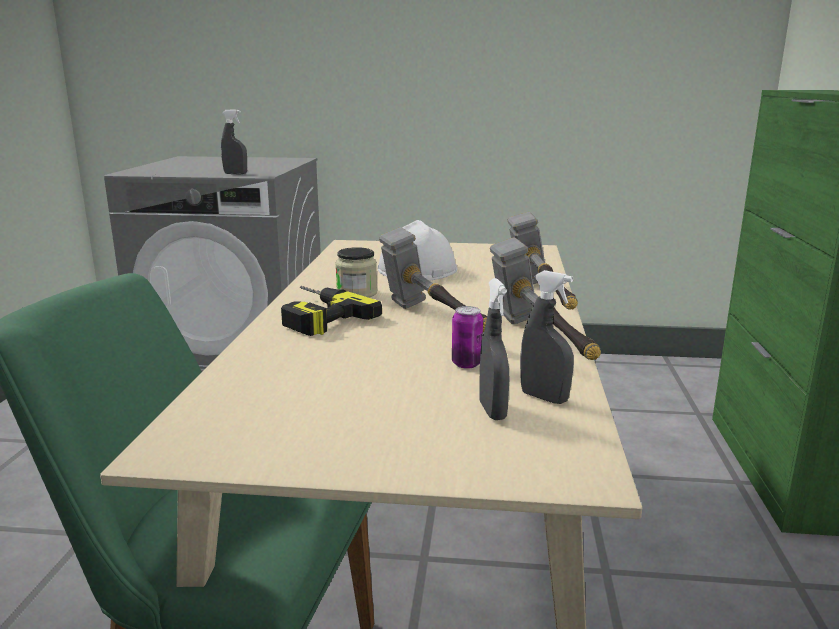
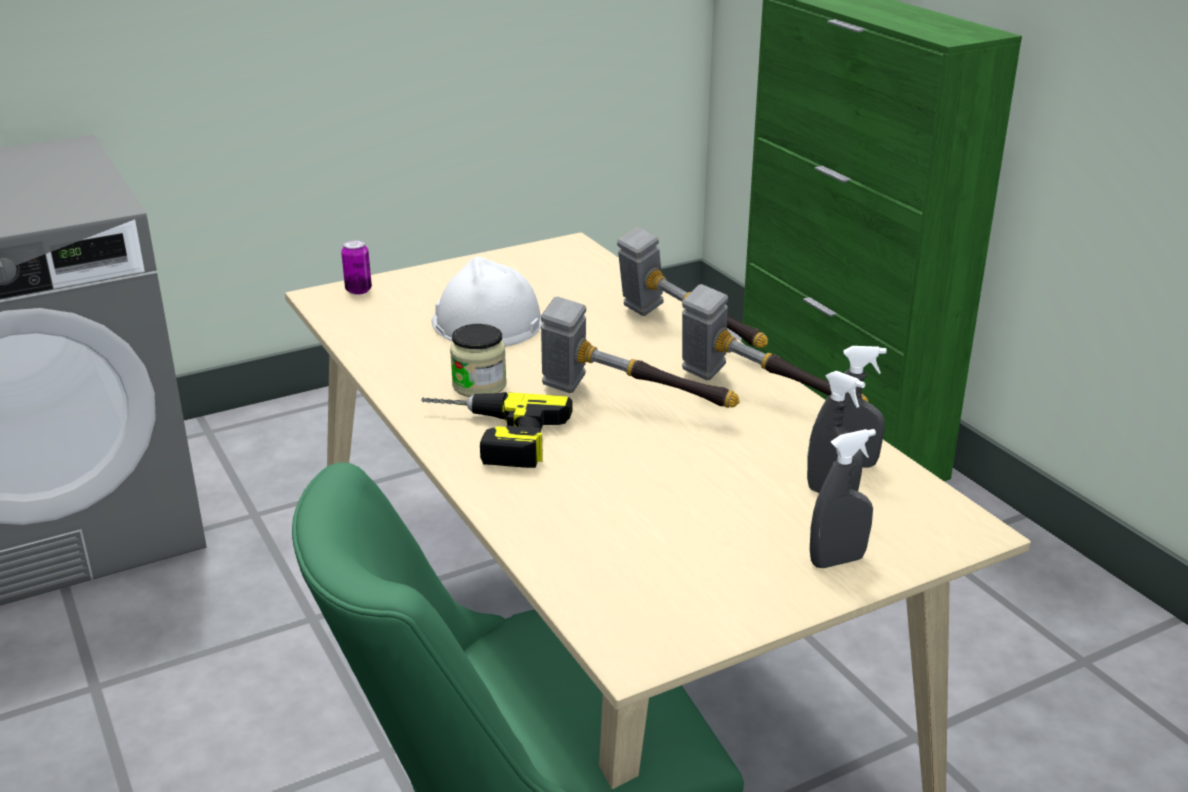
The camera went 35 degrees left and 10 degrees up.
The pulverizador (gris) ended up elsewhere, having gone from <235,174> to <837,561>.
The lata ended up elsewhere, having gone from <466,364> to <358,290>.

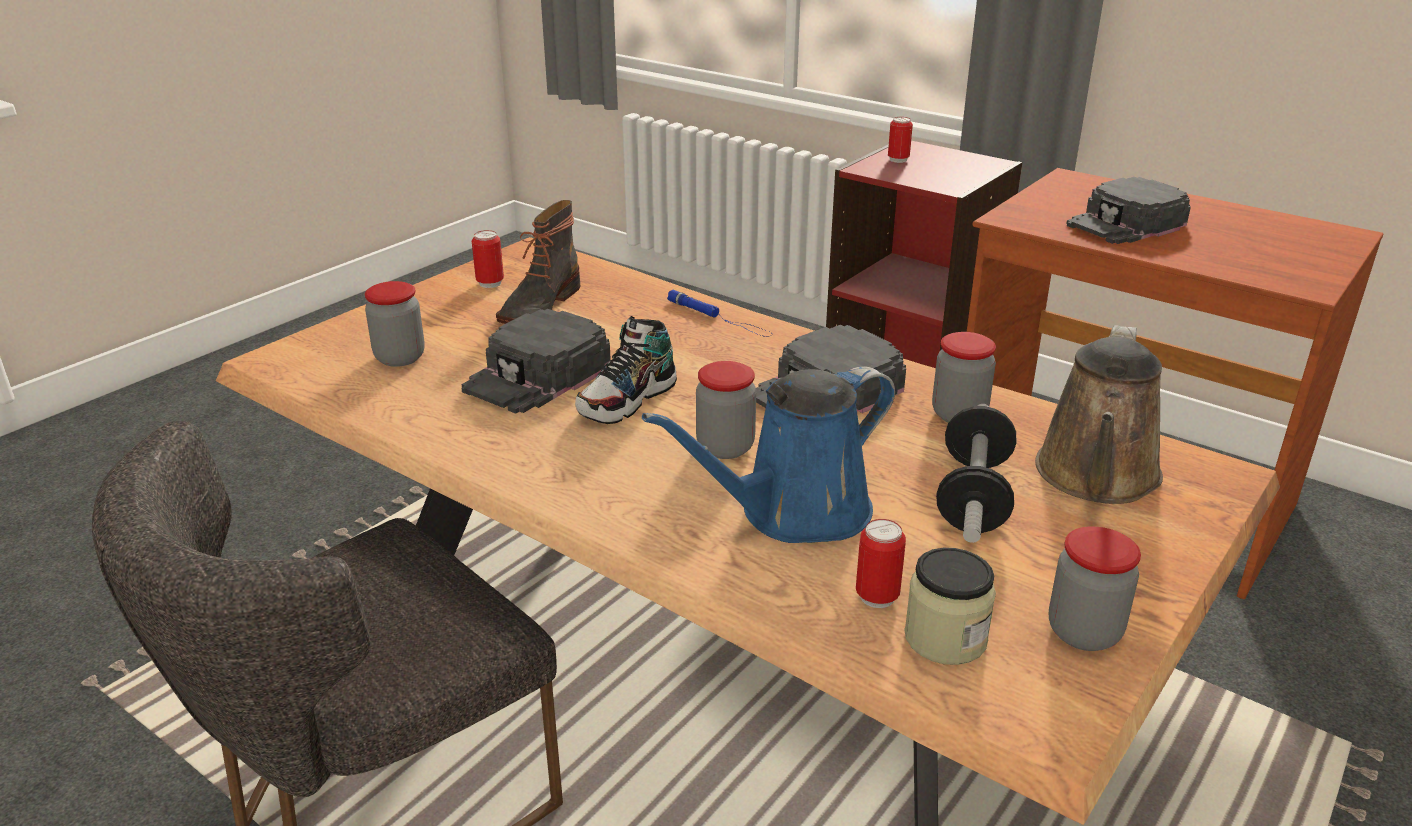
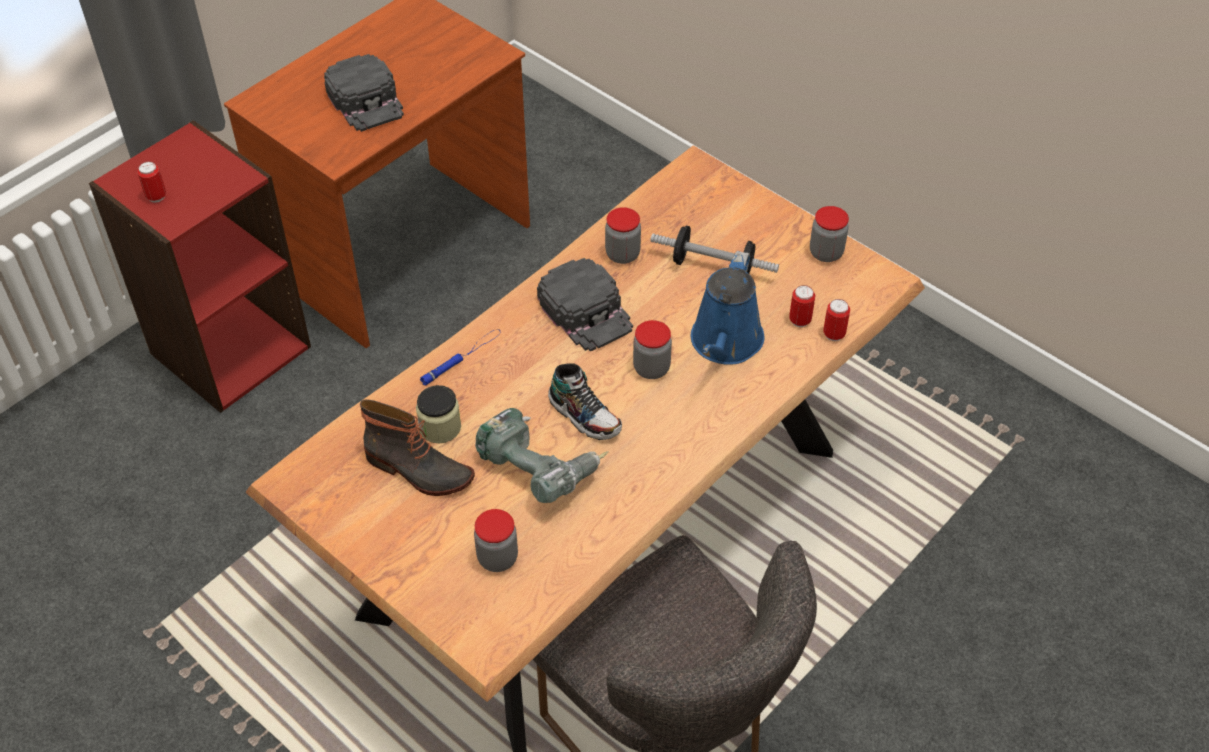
The camera went 85 degrees left and 20 degrees up.
The lata ended up elsewhere, having gone from <490,283> to <834,334>.
Where the gorra (negro) stood at <537,375>, the taladro came to stand at <540,467>.
The second view lost the regadera (marrón) at <1096,477>.
The regadera (azul) at <794,513> ended up facing another way, 45 degrees clockwise from before.
The tarro ended up elsewhere, having gone from <945,638> to <440,427>.

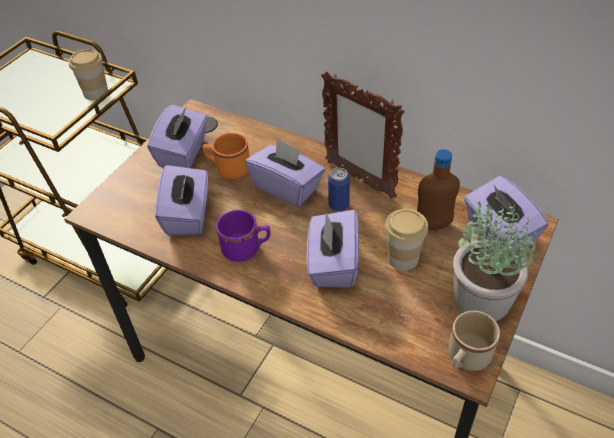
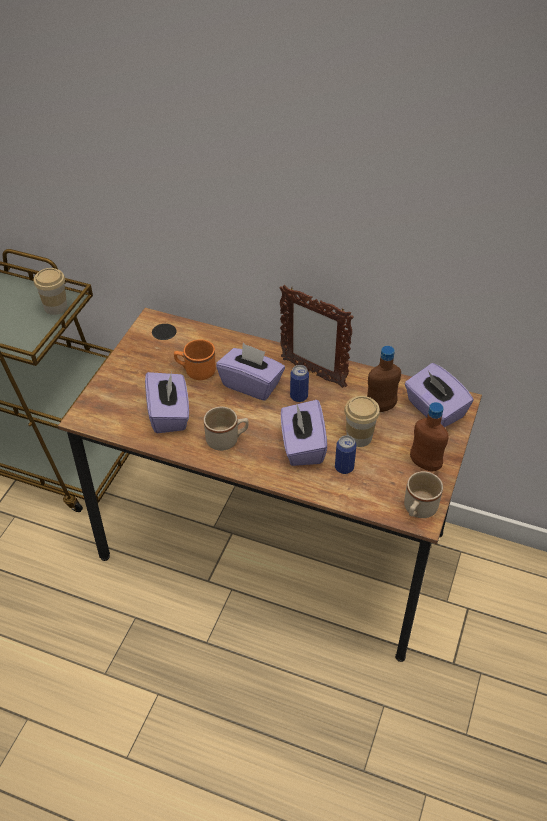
The camera went 10 degrees left and 0 degrees up.
The second view lost the caja de pañuelos (morado) at <183,152>.
Where the planta en maceta stood at <480,299>, the botella (marrón) came to stand at <425,464>.
What was the taza grande (morado) at <246,249> turned into the taza grande (beis) at <227,440>.
The second view gained the lata at <344,467>.

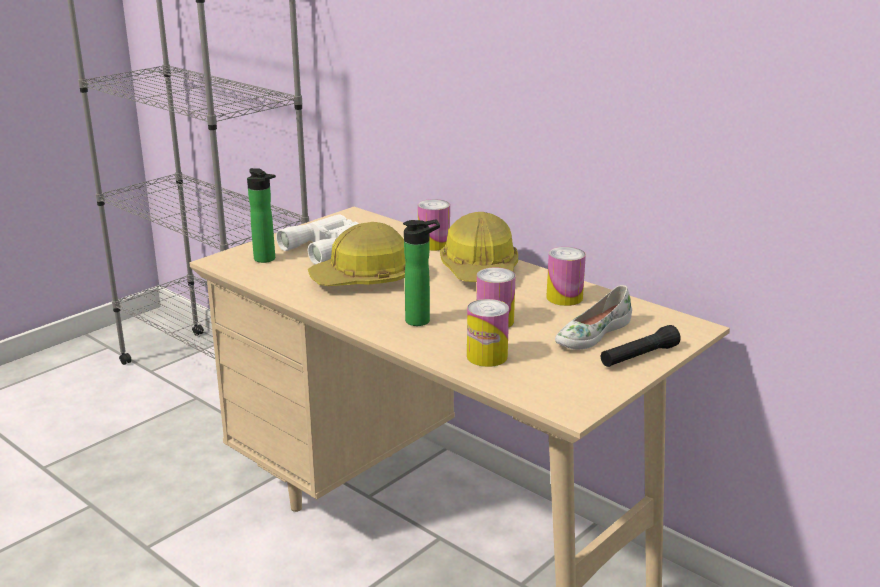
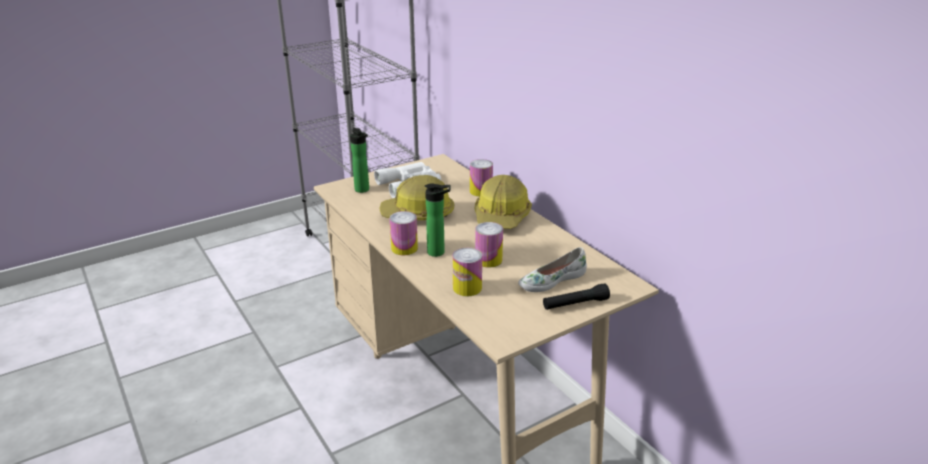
The camera went 15 degrees right and 5 degrees up.
The lata ended up elsewhere, having gone from <564,298> to <404,248>.

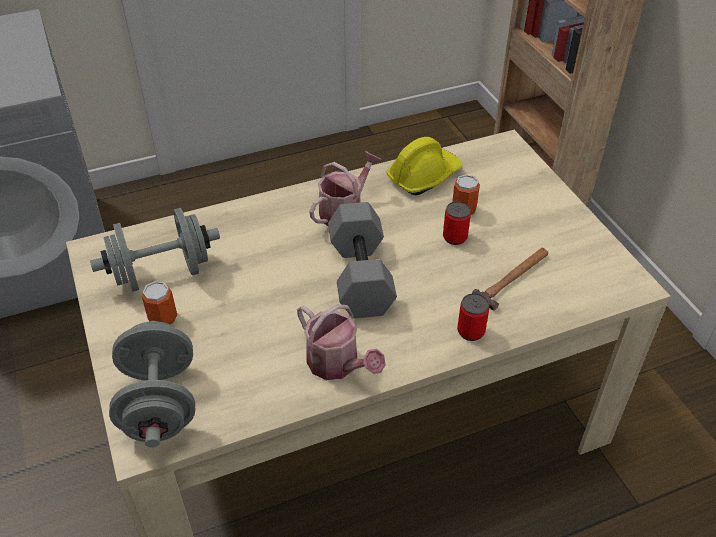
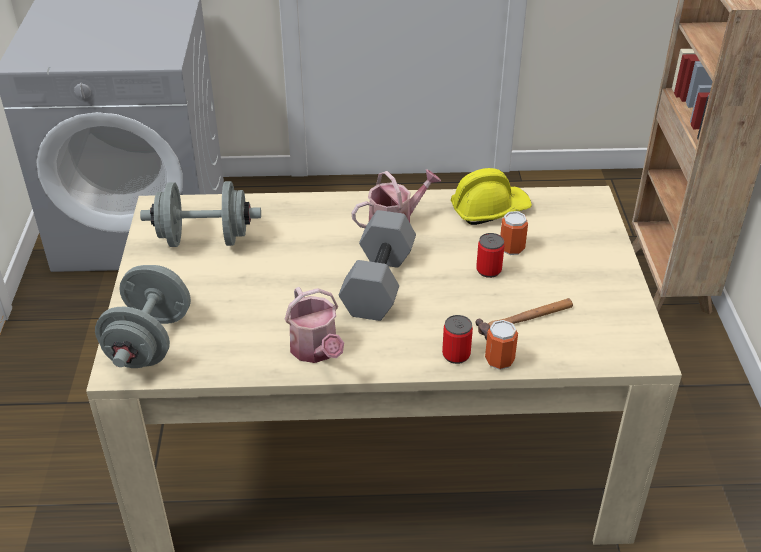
The camera went 20 degrees right and 5 degrees down.
The lata ended up elsewhere, having gone from <163,319> to <499,360>.

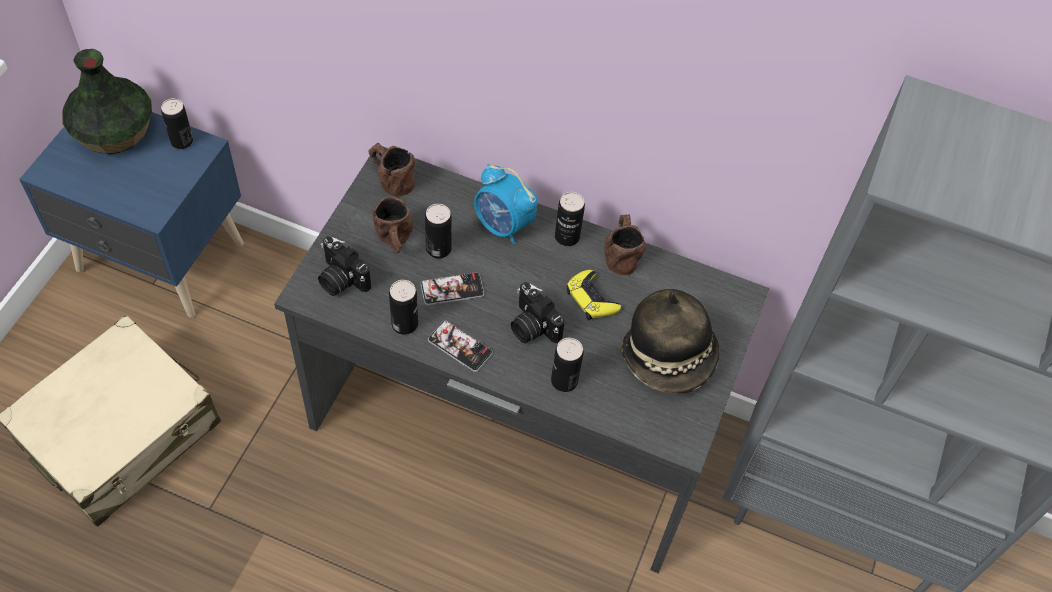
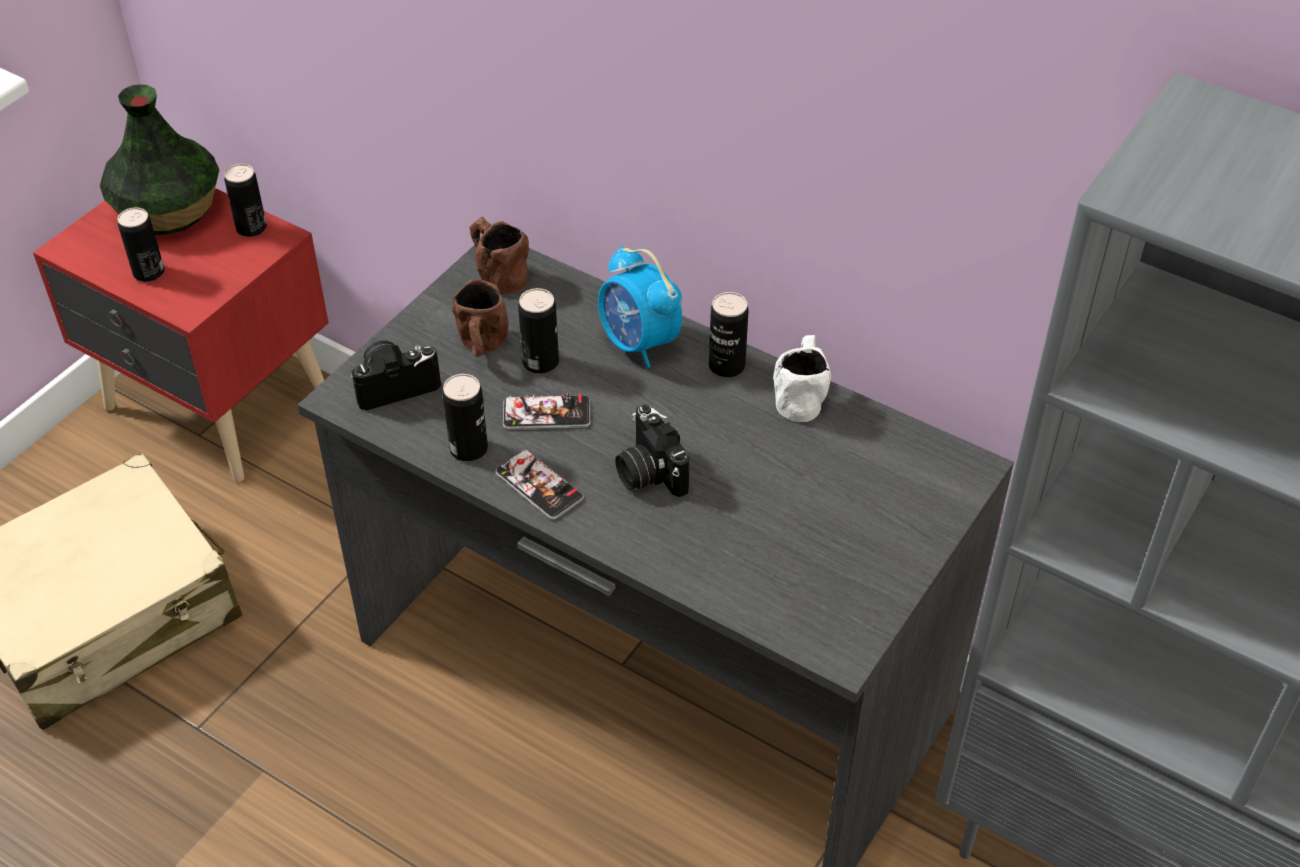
The camera went 15 degrees right and 10 degrees down.
What was the mesita de noche (azul) at <161,260> turned into the mesita de noche (rojo) at <217,408>.
What was the taza grande (marrón) at <620,253> turned into the taza grande (blanco) at <800,394>.
The cámara at <340,279> ended up facing another way, 105 degrees clockwise from before.
The second view lost the mando de consola (amarillo) at <591,299>.
The second view lost the sombrero at <669,357>.
The lata ended up elsewhere, having gone from <564,380> to <149,272>.

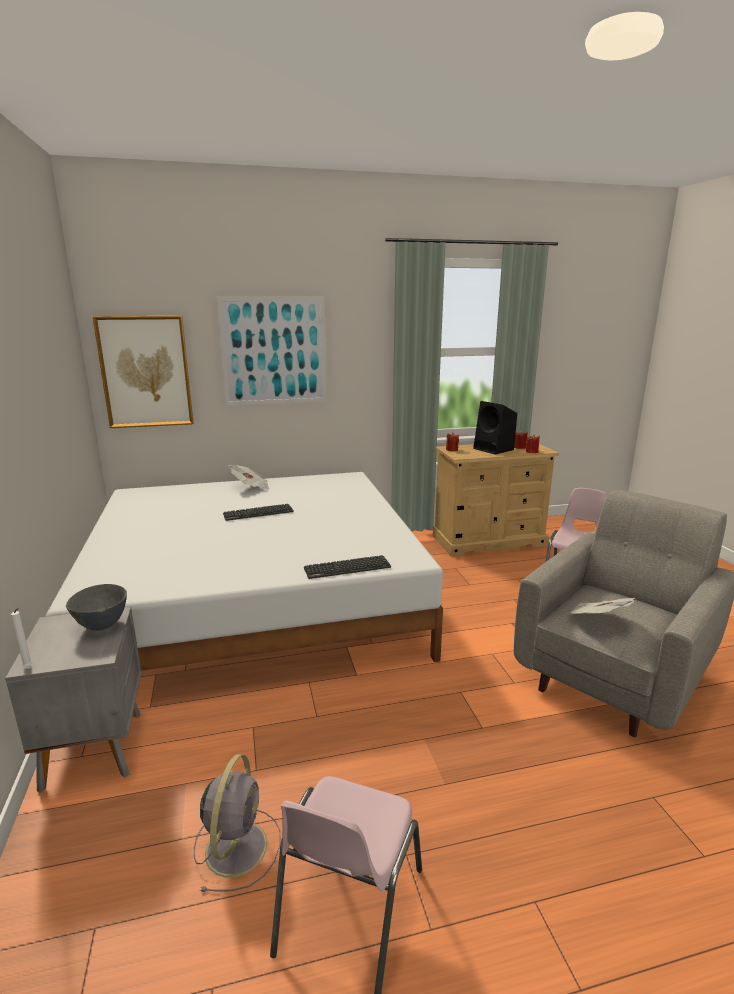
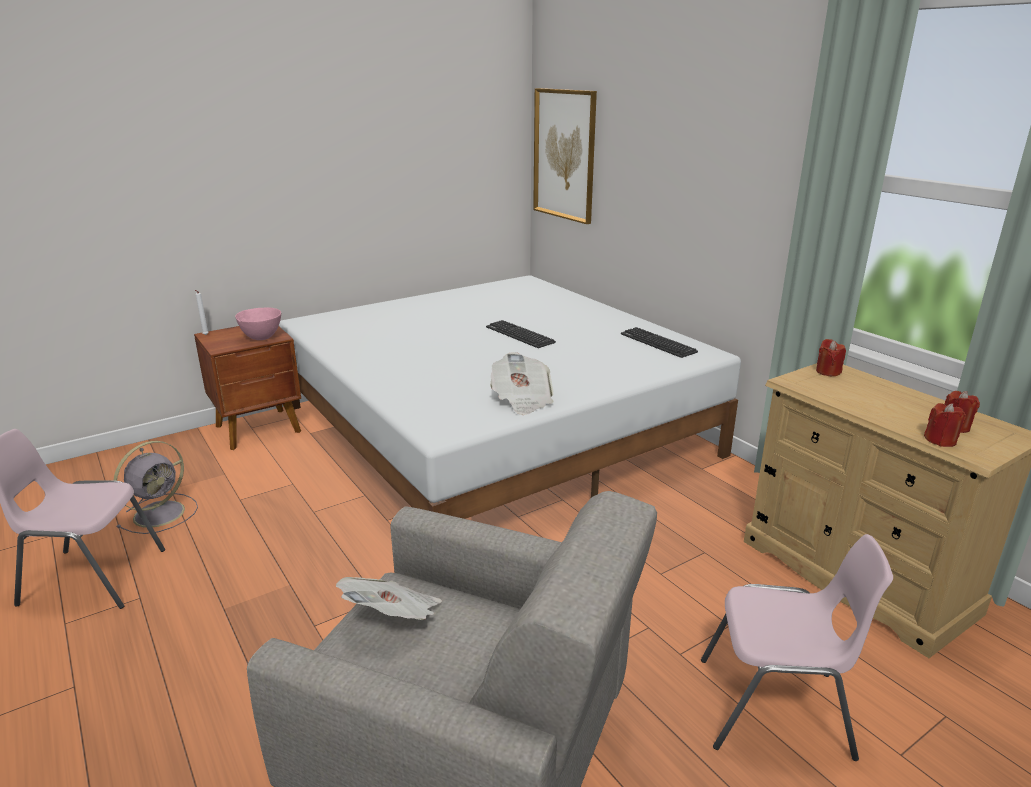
The camera went 70 degrees right and 5 degrees up.
The second view lost the cuadro at <274,351>.
The second view lost the altavoz (negro) at <494,449>.
The periódico ended up elsewhere, having gone from <251,487> to <522,400>.
The teclado ended up elsewhere, having gone from <347,568> to <658,343>.
What was the cuenco (gris) at <102,625> turned into the cuenco (rosa) at <261,338>.
What was the mesita de noche (gris) at <95,748> turned into the mesita de noche (marrón) at <259,429>.
The ventilador (gris) at <237,845> ended up facing another way, 45 degrees counterclockwise from before.

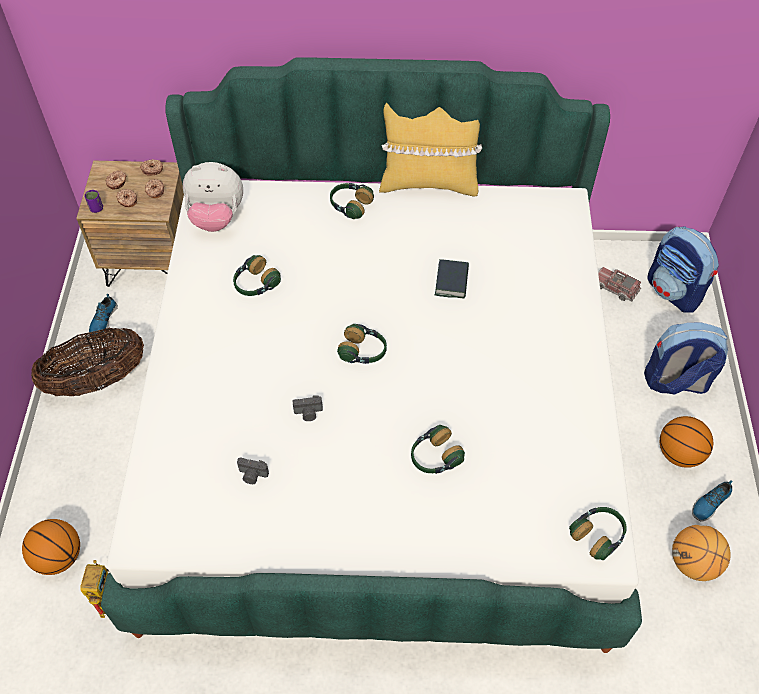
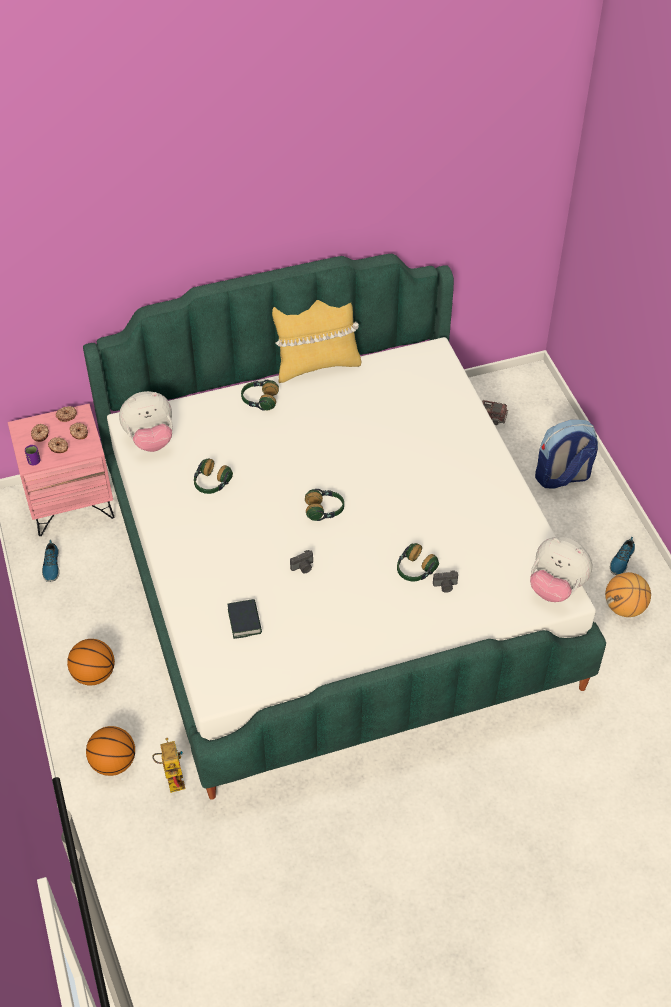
The camera went 20 degrees left and 5 degrees down.
What was the mesita de noche (marrón) at <152,260> turned into the mesita de noche (rosa) at <70,502>.
The second view lost the mochila at <674,292>.
The libro ended up elsewhere, having gone from <451,282> to <244,621>.
The second view lost the cesta at <97,380>.
The balón de baloncesto ended up elsewhere, having gone from <679,453> to <94,674>.
The cámara ended up elsewhere, having gone from <252,475> to <445,586>.
Where the auriculares stood at <598,535>, the peluche came to stand at <556,587>.

